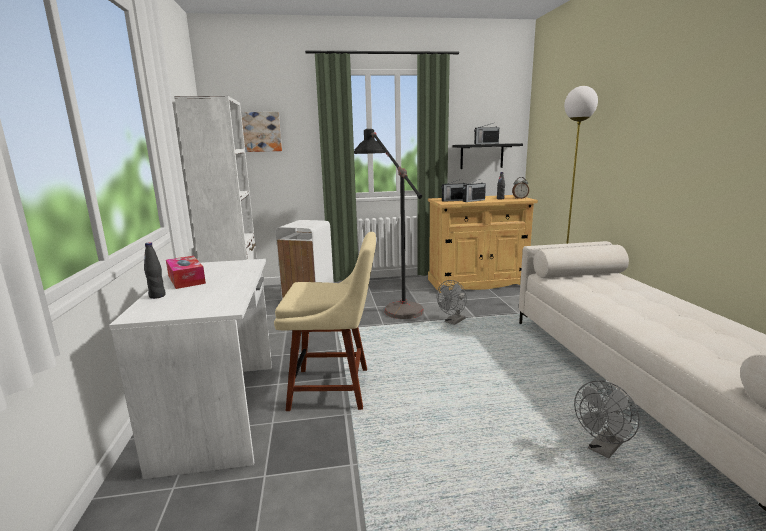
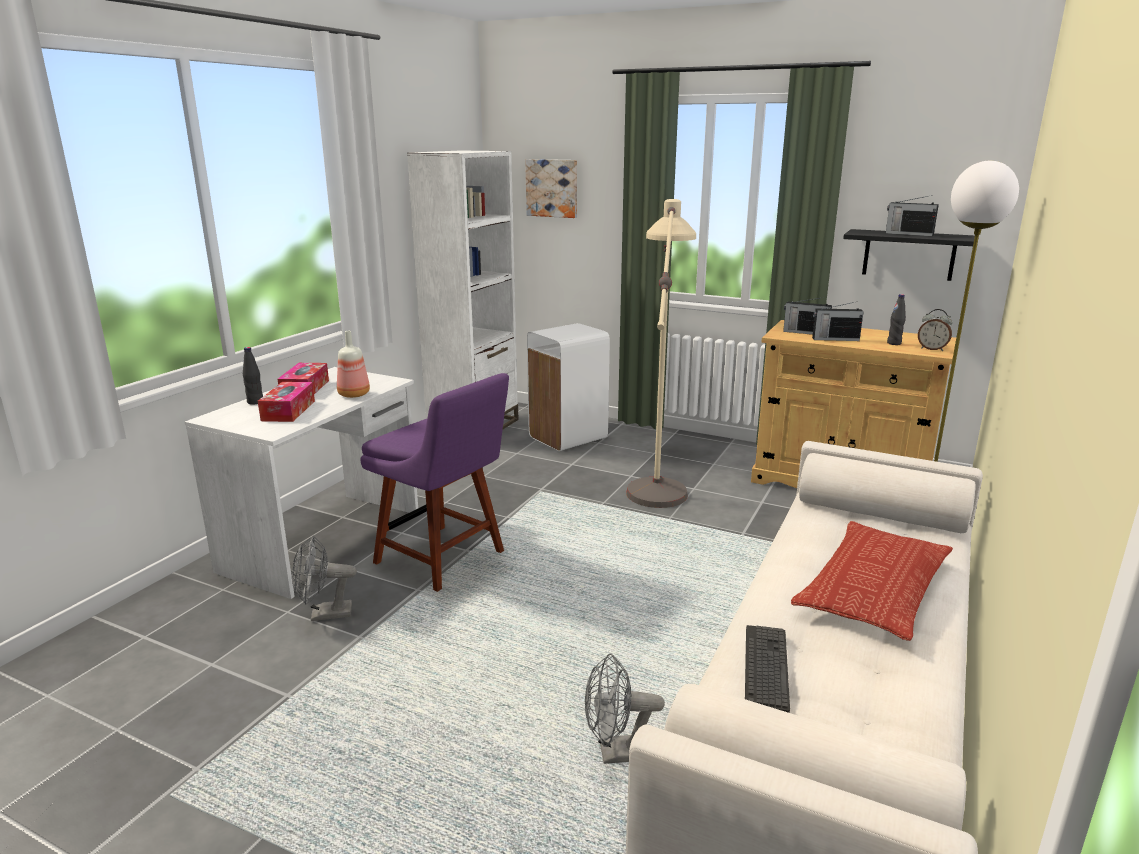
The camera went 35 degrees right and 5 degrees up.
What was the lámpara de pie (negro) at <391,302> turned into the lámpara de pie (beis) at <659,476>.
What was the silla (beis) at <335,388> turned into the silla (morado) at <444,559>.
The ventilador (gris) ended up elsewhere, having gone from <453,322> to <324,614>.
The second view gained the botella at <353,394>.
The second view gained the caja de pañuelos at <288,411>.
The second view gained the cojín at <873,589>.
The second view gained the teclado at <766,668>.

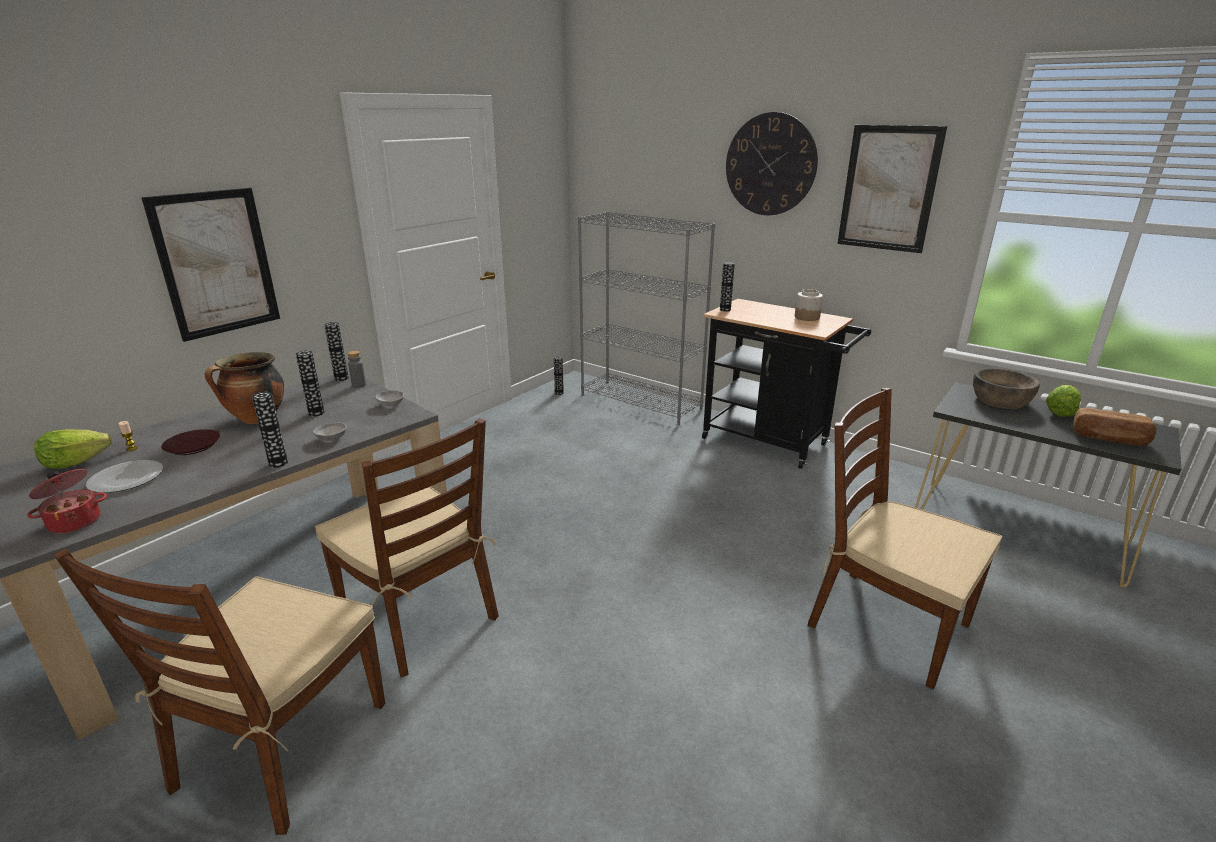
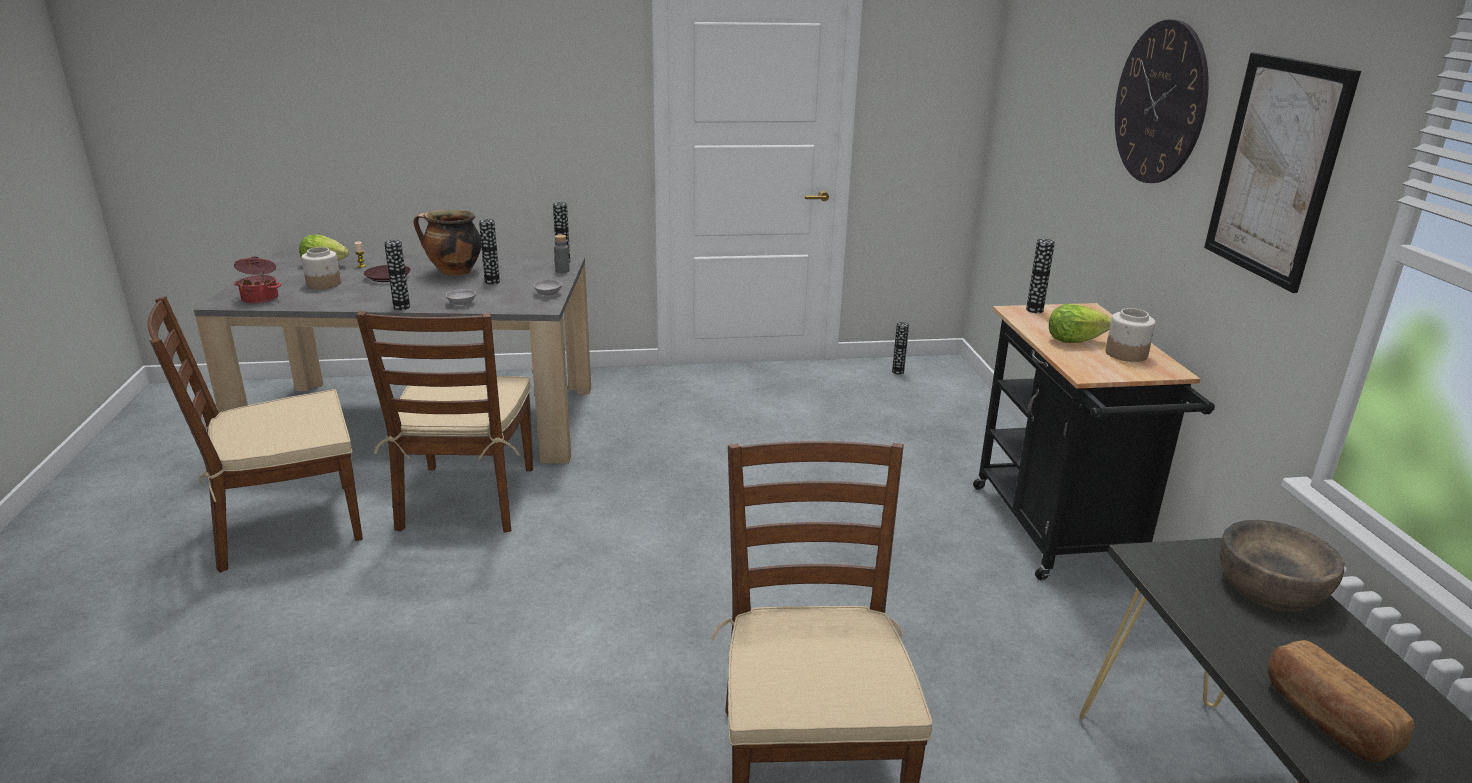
The camera went 45 degrees right and 0 degrees up.
The second view lost the cuadro at <216,263>.
The second view lost the estantería (gris) at <641,402>.
The lechuga ended up elsewhere, having gone from <1060,412> to <1073,340>.
Where the plato stood at <127,479>, the tarro came to stand at <324,284>.

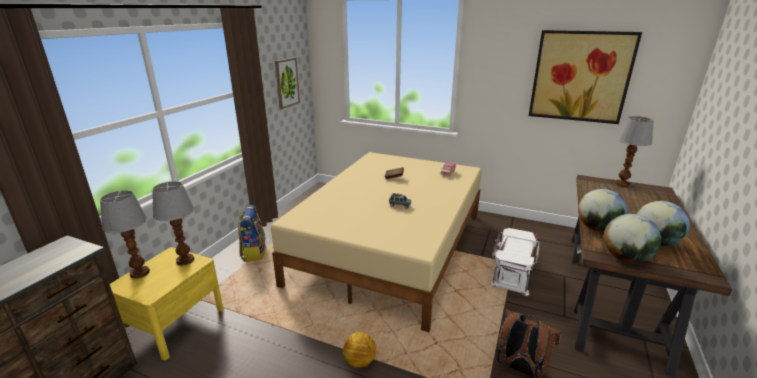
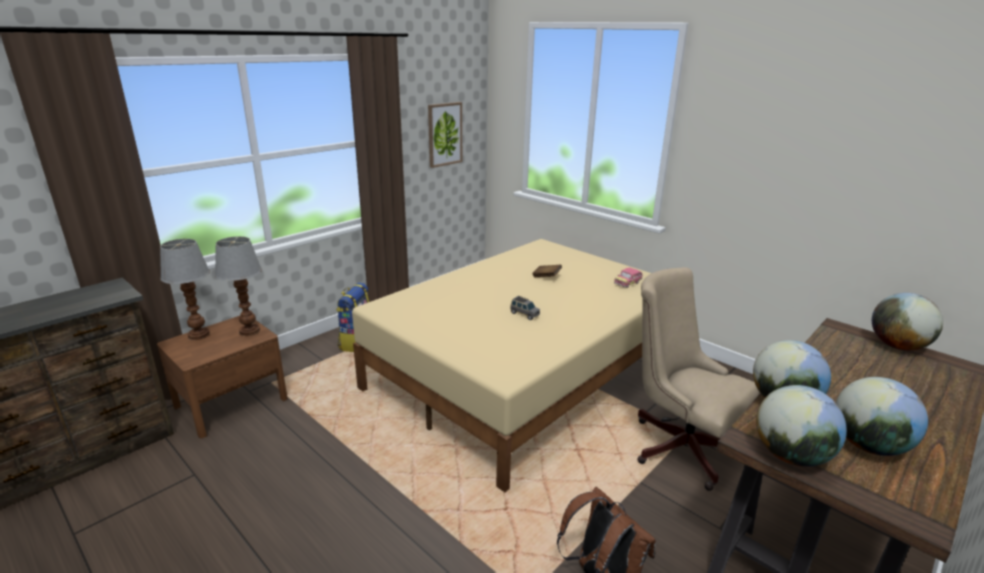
The camera went 20 degrees right and 0 degrees up.
The second view lost the cuadro at <580,76>.
Where the lámpara de mesa stood at <622,184>, the globo terráqueo came to stand at <897,346>.
Where the caja de almacenaje (blanco) stood at <512,271>, the silla de oficina (beis) came to stand at <679,444>.
What was the mesita de noche (amarillo) at <175,324> turned into the mesita de noche (marrón) at <231,403>.
The second view lost the balón de fútbol at <359,361>.

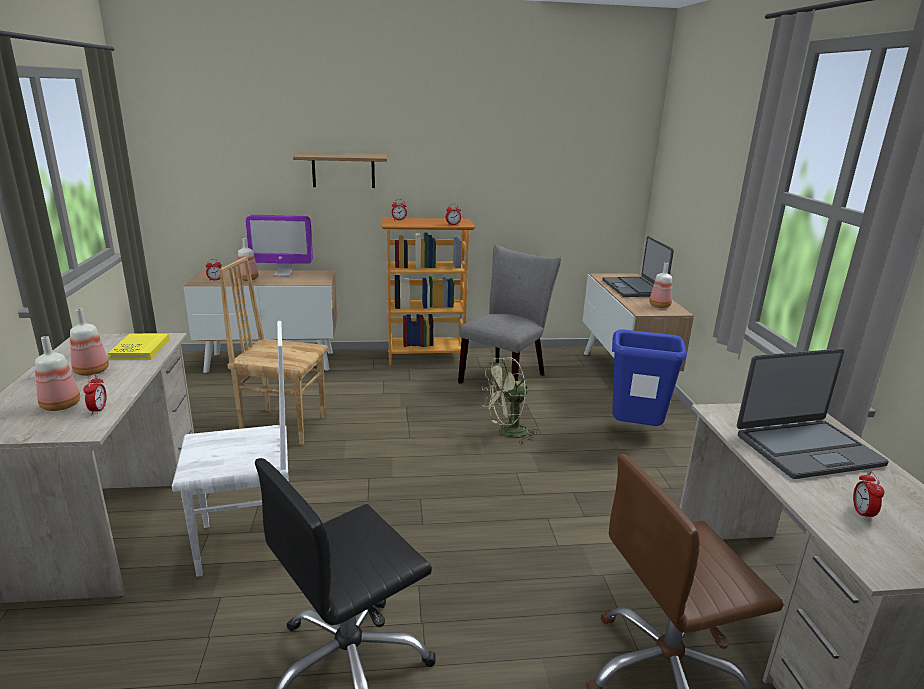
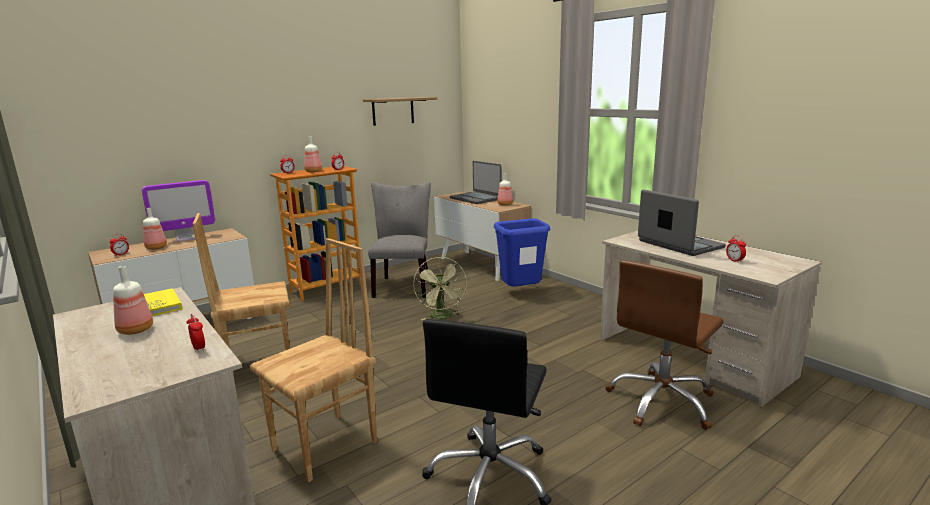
The camera went 30 degrees left and 5 degrees down.
The estante ended up elsewhere, having gone from <343,170> to <393,111>.
What was the silla (blanco) at <248,544> turned into the silla (marrón) at <326,446>.
The botella ended up elsewhere, having gone from <62,405> to <314,171>.
The portátil at <806,449> ended up facing another way, 75 degrees counterclockwise from before.
The ventilador (verde) at <507,433> ended up facing another way, 45 degrees counterclockwise from before.

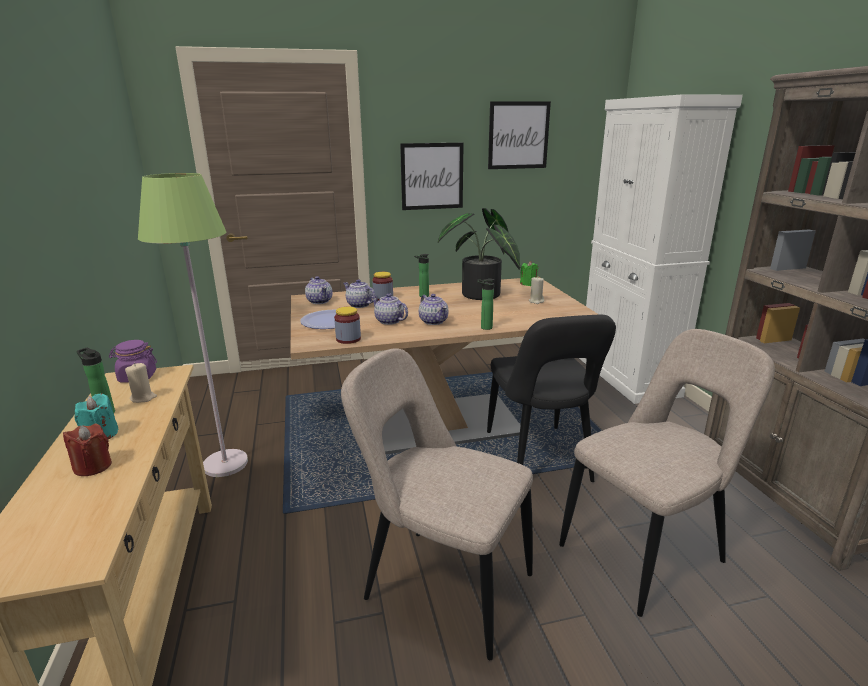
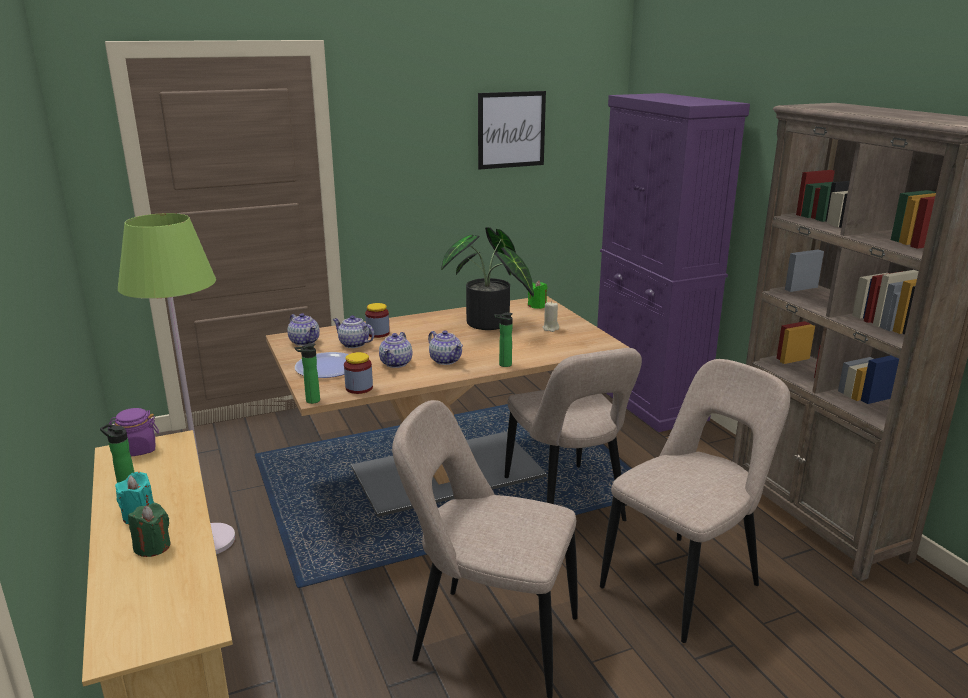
The camera went 10 degrees left and 0 degrees up.
What was the armario (blanco) at <627,376> turned into the armario (morado) at <648,401>.
The second view lost the cuadro at <432,176>.
The botella ended up elsewhere, having gone from <422,296> to <310,401>.
The tetera at <389,321> ended up facing another way, 105 degrees counterclockwise from before.
What was the silla (negro) at <539,461> turned into the silla (beis) at <566,504>.
The second view lost the vela (beis) at <143,398>.
What was the vela (rojo) at <93,467> turned into the vela (verde) at <153,547>.

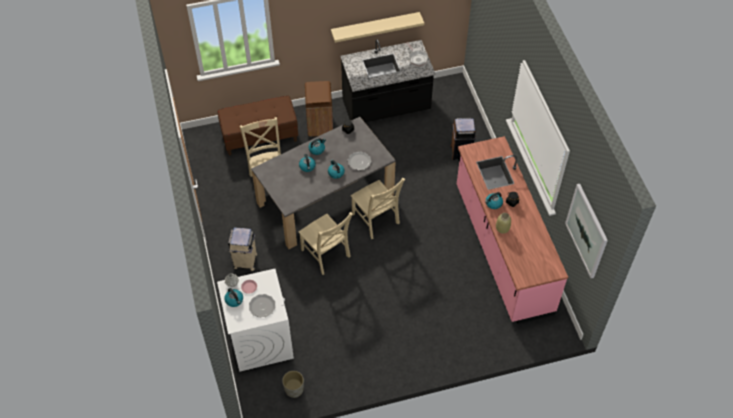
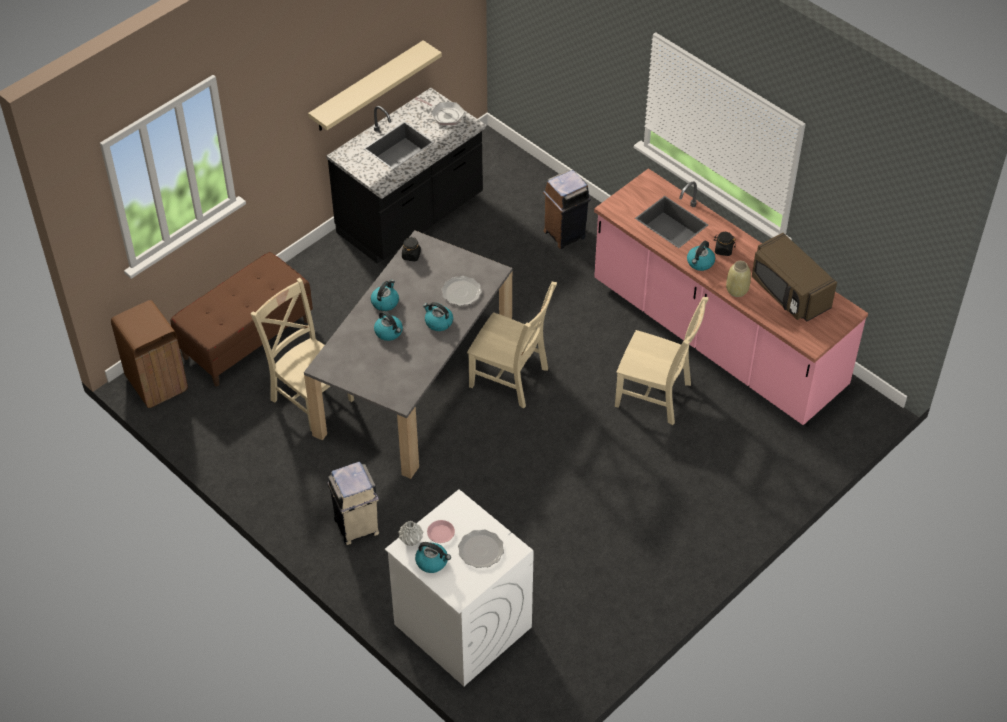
The camera went 30 degrees left and 5 degrees down.
The papelera (marrón) ended up elsewhere, having gone from <320,125> to <157,383>.
The second view lost the cuadro at <587,231>.
The silla (beis) ended up elsewhere, having gone from <326,255> to <656,396>.
The second view lost the maceta (gris) at <294,389>.
The second view gained the microondas (marrón) at <789,293>.

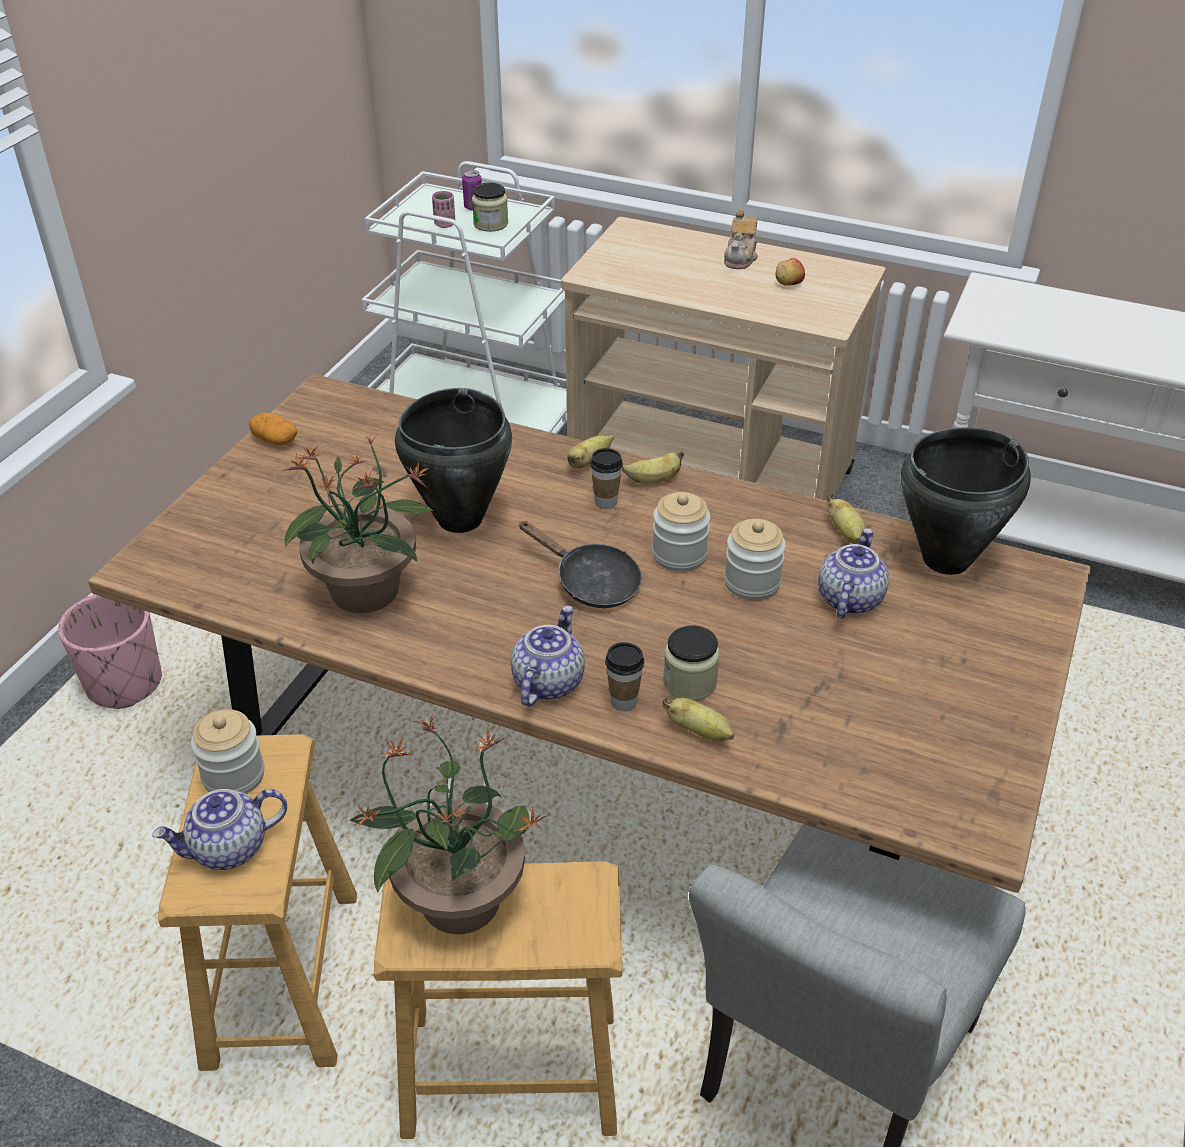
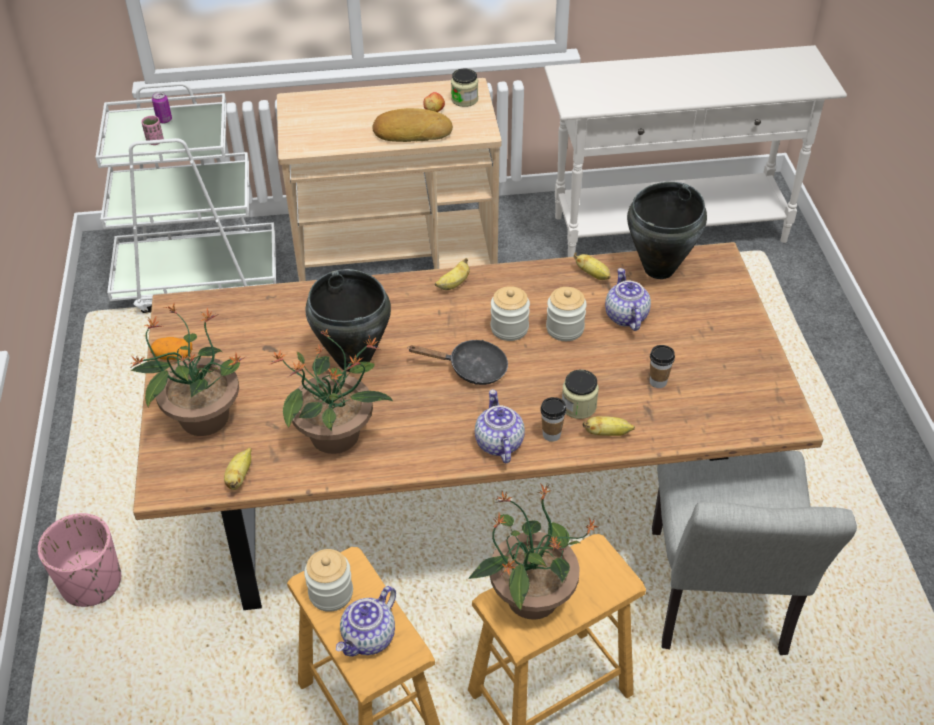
The camera went 30 degrees left and 5 degrees up.
The tarro ended up elsewhere, having gone from <490,224> to <464,99>.
The second view lost the tetera at <740,258>.
The plátano ended up elsewhere, having gone from <589,462> to <239,477>.
The taza ended up elsewhere, having gone from <606,502> to <658,382>.
The second view gained the pan at <412,131>.
The second view gained the planta en maceta at <203,417>.

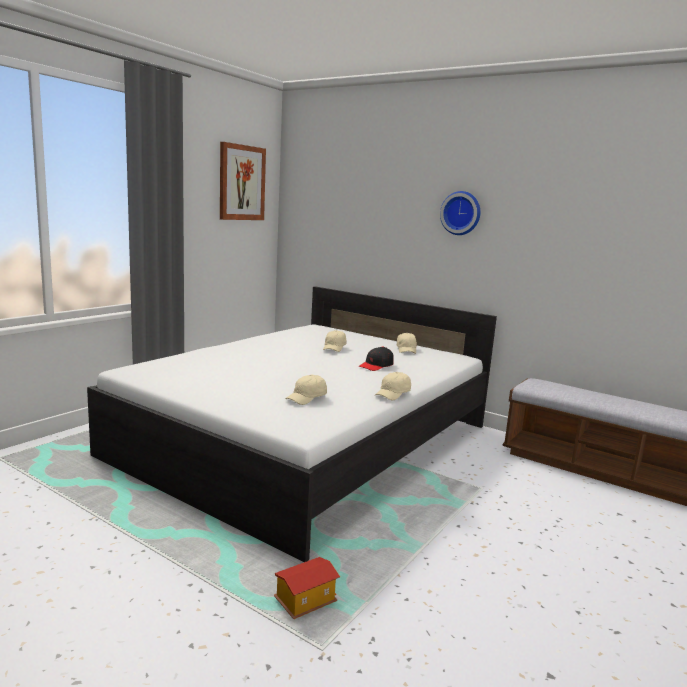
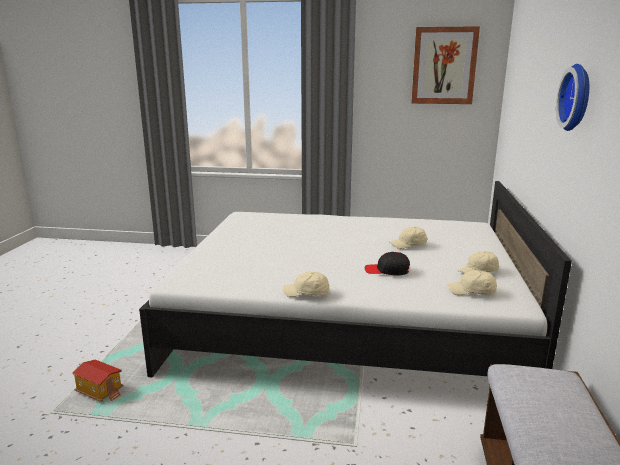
The camera went 65 degrees right and 5 degrees up.
The gorra (beis) ended up elsewhere, having gone from <307,398> to <472,292>.

